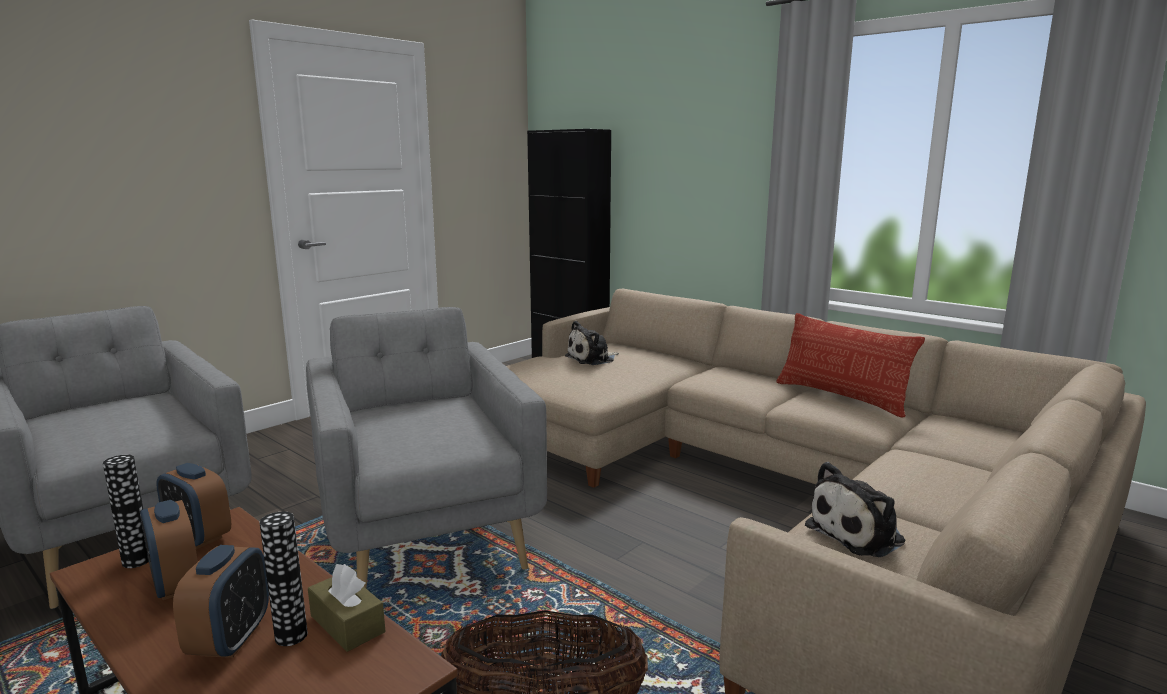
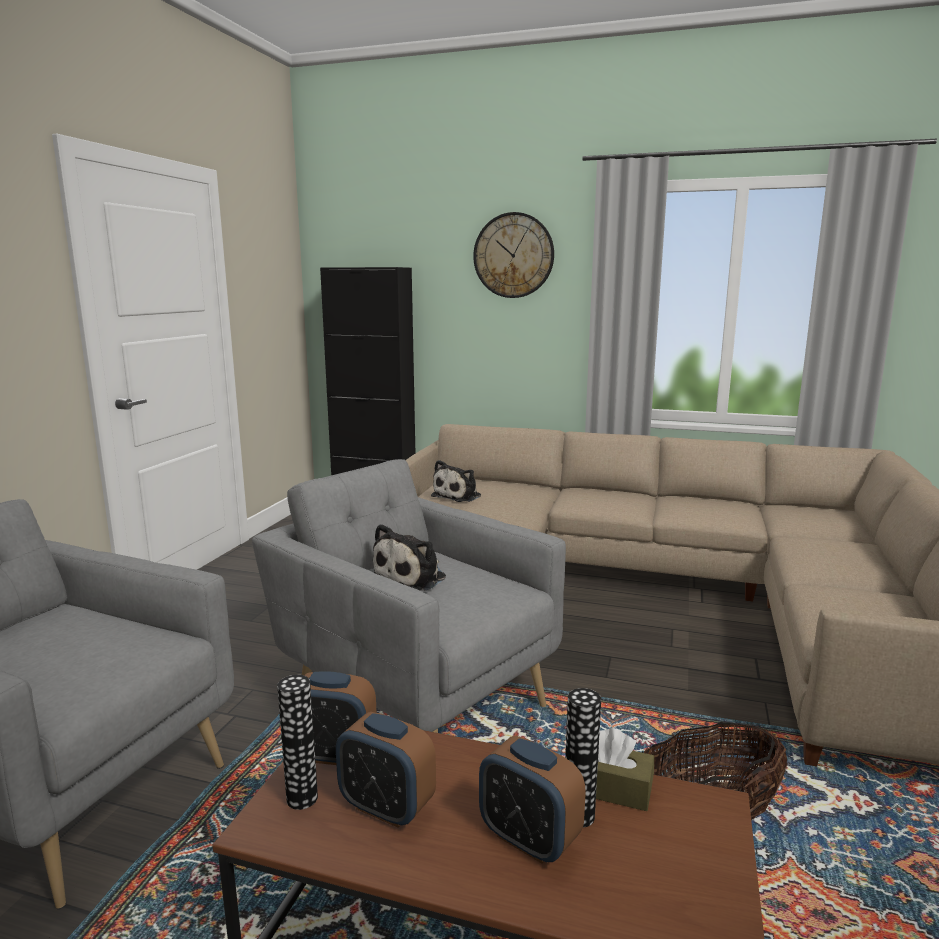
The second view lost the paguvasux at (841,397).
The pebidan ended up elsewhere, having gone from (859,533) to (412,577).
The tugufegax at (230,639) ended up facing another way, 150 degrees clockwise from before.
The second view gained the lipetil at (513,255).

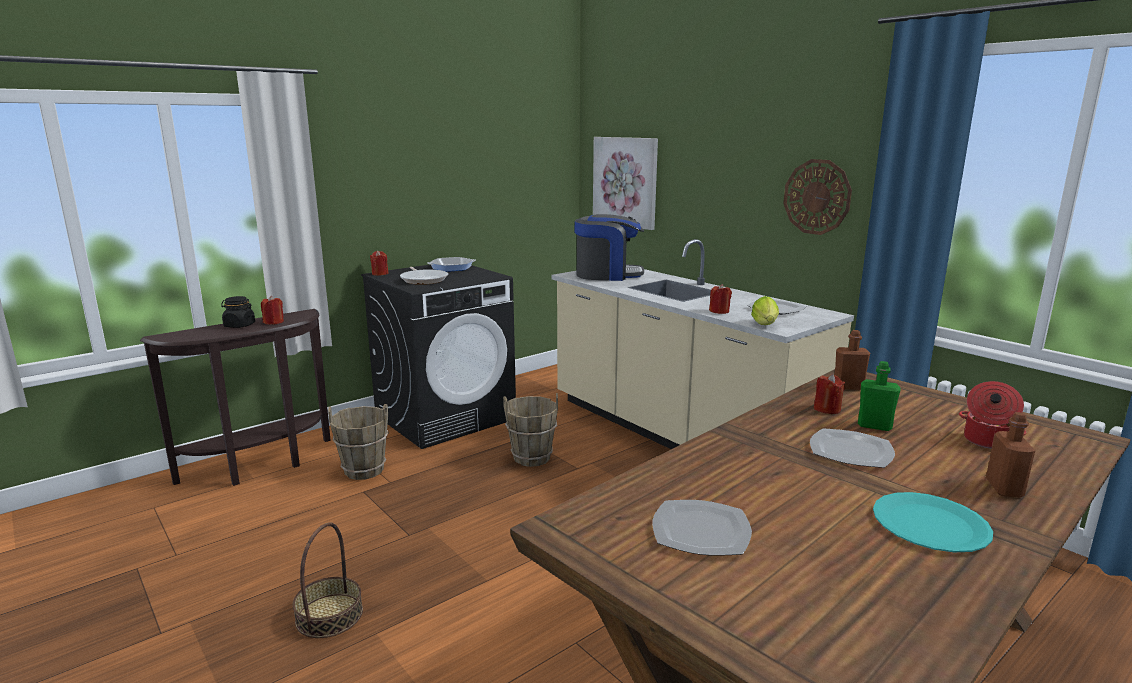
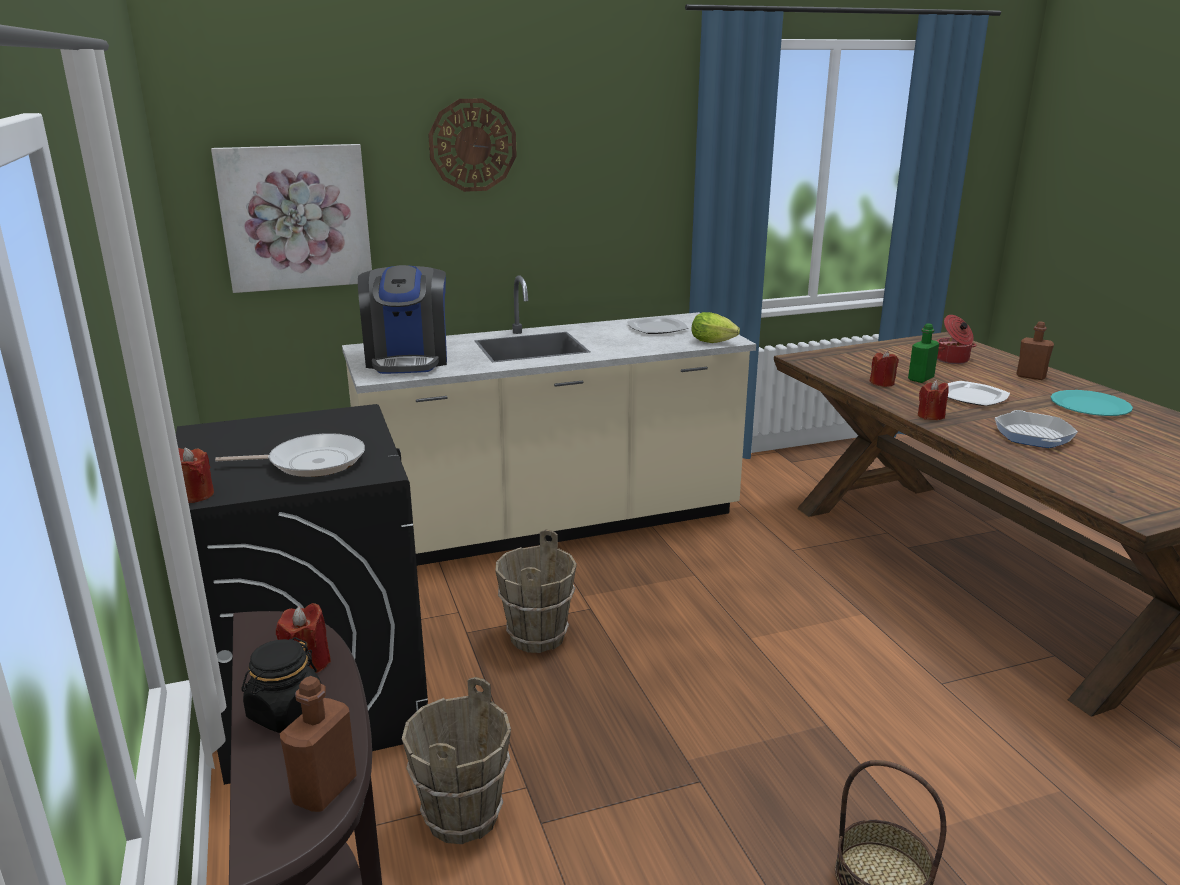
The lipetil ended up elsewhere, having gone from (817,197) to (472,145).
The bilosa at (607,275) ended up facing another way, 150 degrees clockwise from before.
The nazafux ended up elsewhere, having gone from (452,267) to (1033,435).
The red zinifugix ended up elsewhere, having gone from (719,311) to (930,416).
The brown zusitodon ended up elsewhere, having gone from (848,387) to (324,790).
The second view lost the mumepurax at (700,531).

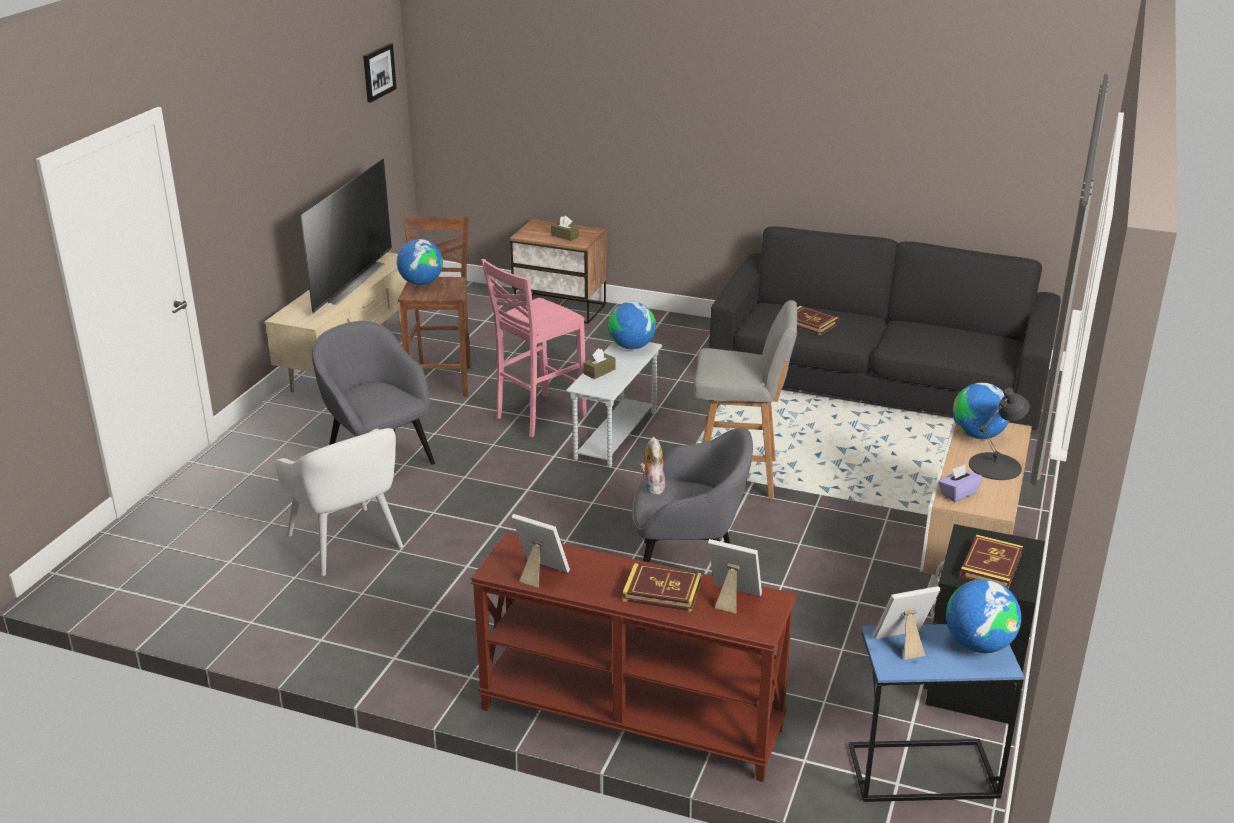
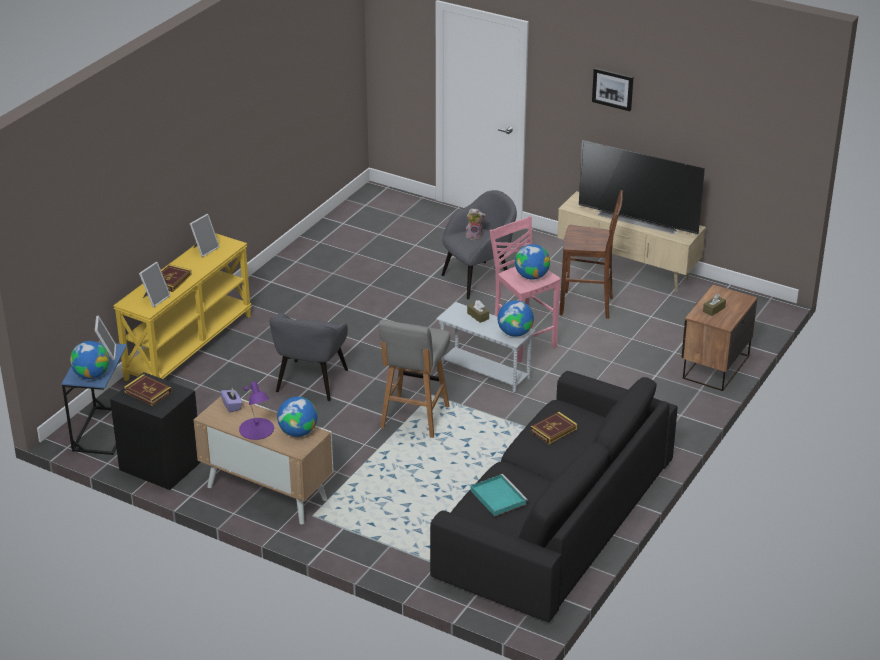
The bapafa ended up elsewhere, having gone from (378,72) to (613,88).
The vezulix ended up elsewhere, having gone from (421,283) to (531,276).
What was the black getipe at (995,466) turned into the purple getipe at (256,429).
The second view lost the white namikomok at (346,542).
The pebidan ended up elsewhere, having gone from (652,487) to (474,236).
What was the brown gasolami at (629,720) turned into the yellow gasolami at (188,346).
The second view gained the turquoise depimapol at (497,496).

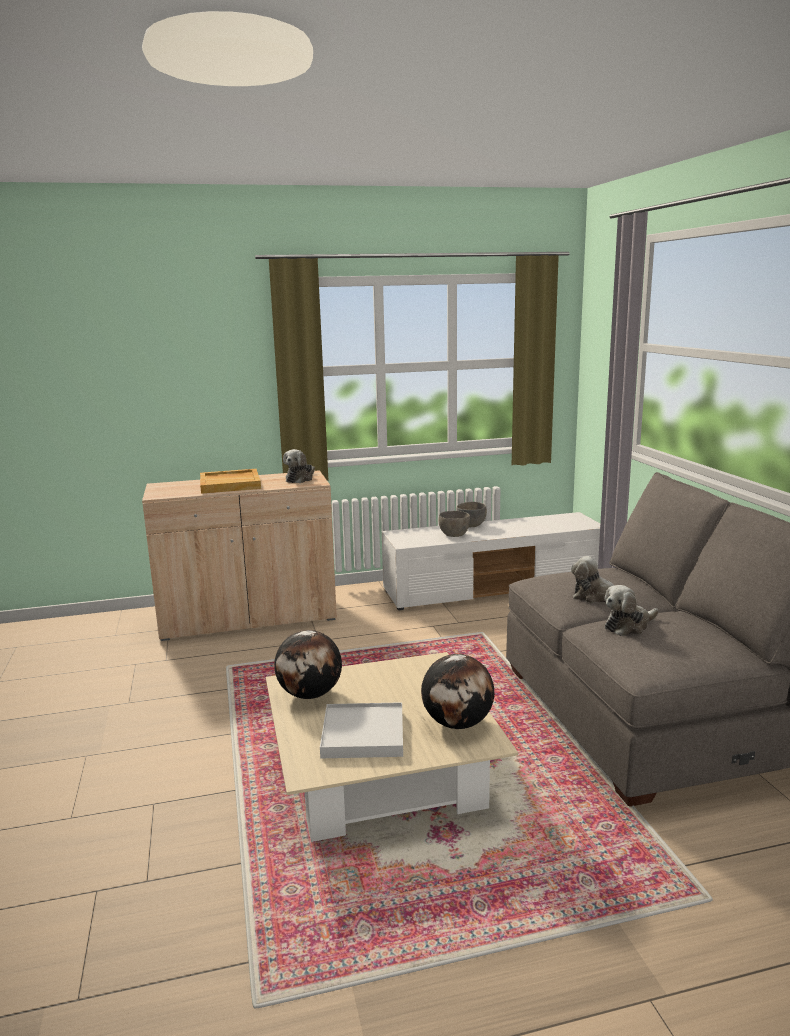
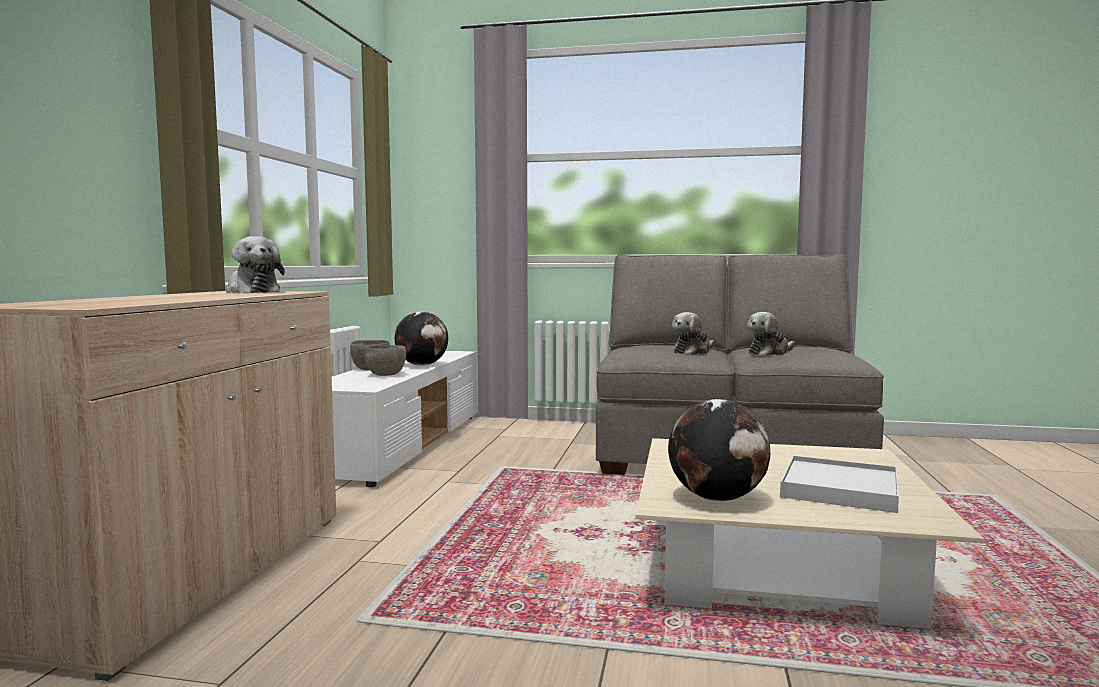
The second view lost the beige depimapol at (230,484).
The pebidan at (628,626) ended up facing another way, 60 degrees clockwise from before.
The vezulix ended up elsewhere, having gone from (458,724) to (422,365).

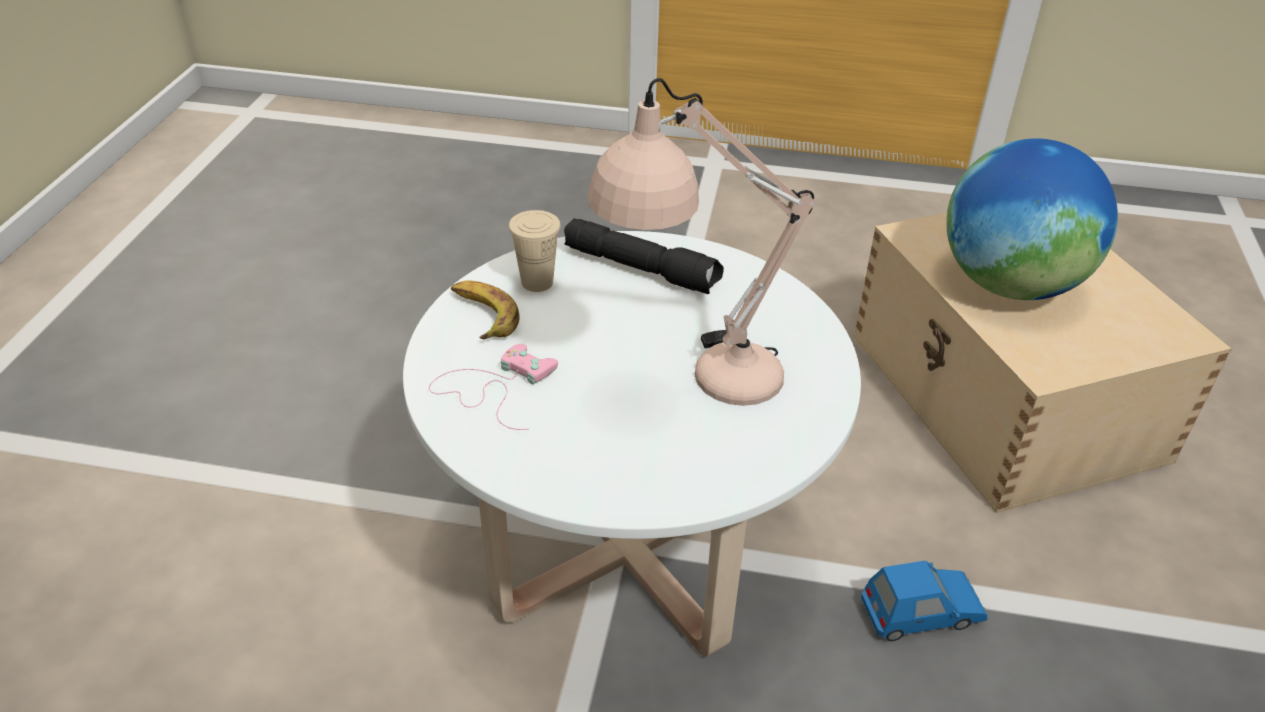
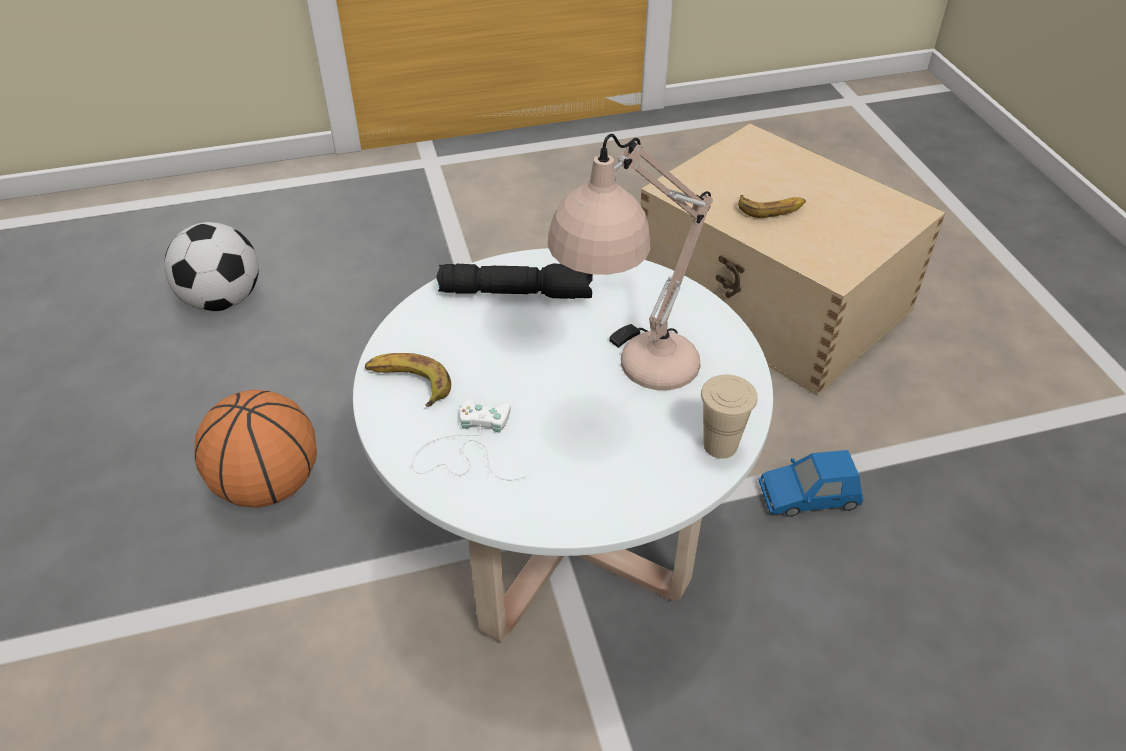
Where the vezulix stood at (1010,285), the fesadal came to stand at (771,209).
The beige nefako ended up elsewhere, having gone from (537,282) to (720,445).
What was the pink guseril at (494,387) turned into the white guseril at (468,448).
The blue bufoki at (921,612) ended up facing another way, 150 degrees counterclockwise from before.
The second view gained the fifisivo at (223,300).
The second view gained the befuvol at (269,485).

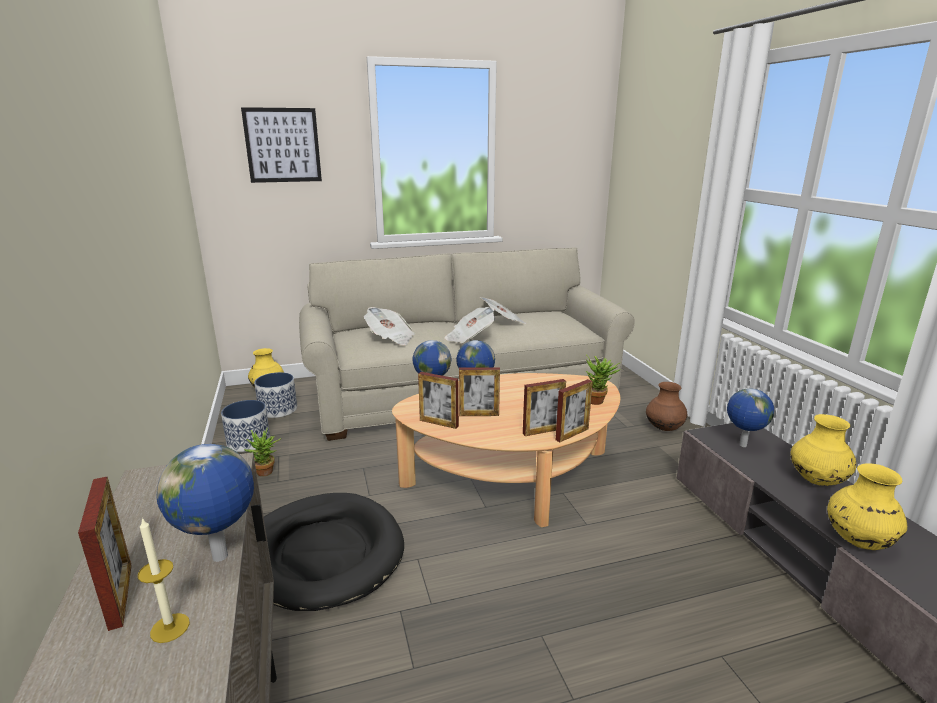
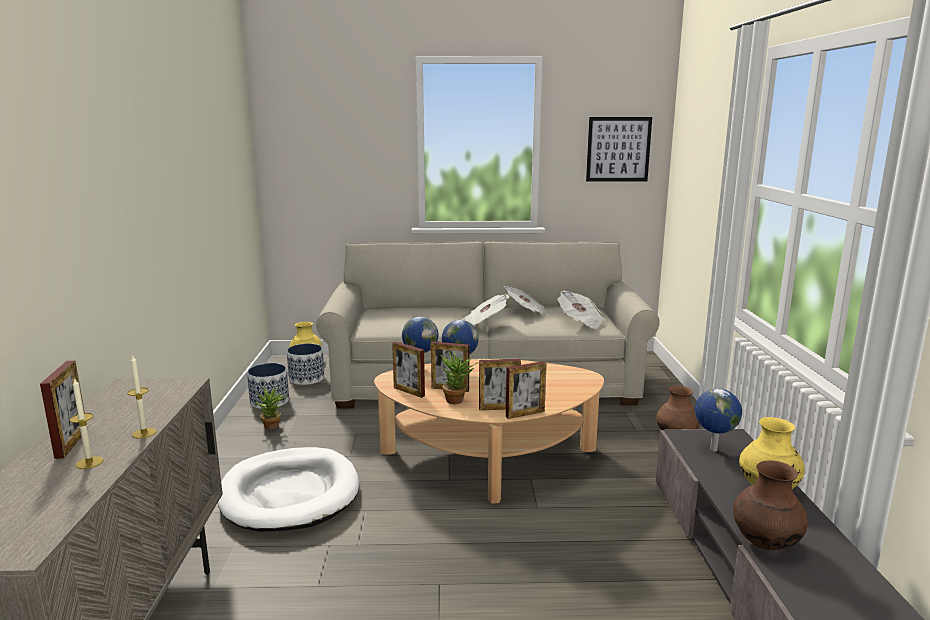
The bapafa ended up elsewhere, having gone from (282,145) to (618,149).
The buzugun ended up elsewhere, having gone from (390,338) to (581,322).
The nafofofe ended up elsewhere, having gone from (598,401) to (458,401).
Where the vezulix stood at (221,557), the zinifugix came to stand at (144,433).
What was the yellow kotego at (858,540) turned into the brown kotego at (765,542).
What was the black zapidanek at (325,553) turned into the white zapidanek at (290,494).

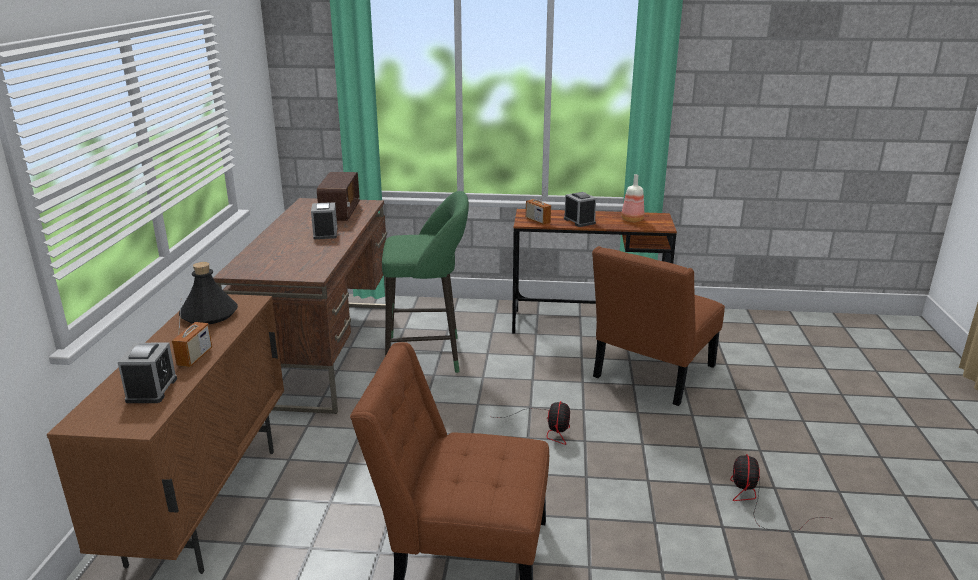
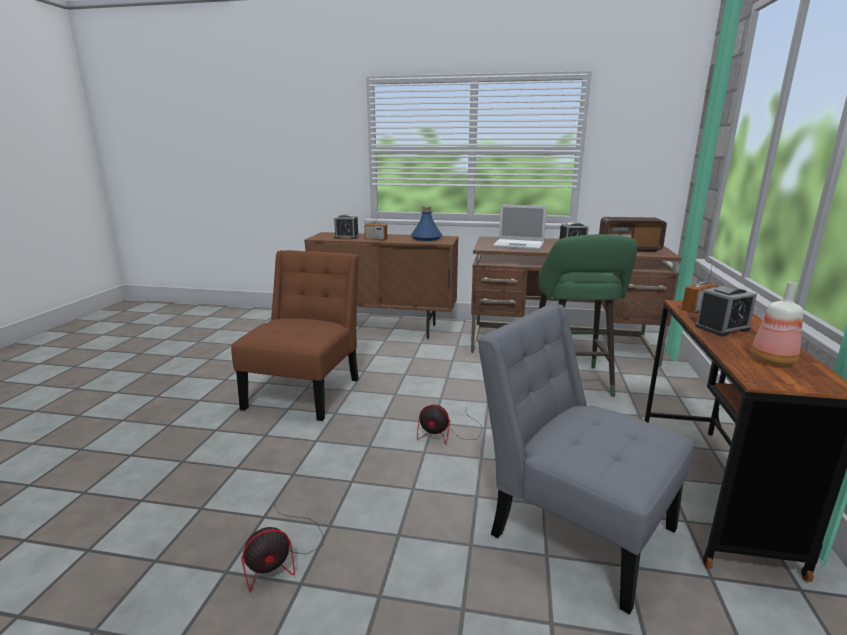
What was the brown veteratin at (650,375) turned into the grey veteratin at (573,525).
What was the black zusitodon at (209,315) turned into the blue zusitodon at (426,238).
The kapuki at (758,503) ended up facing another way, 135 degrees clockwise from before.
The second view gained the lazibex at (519,245).

